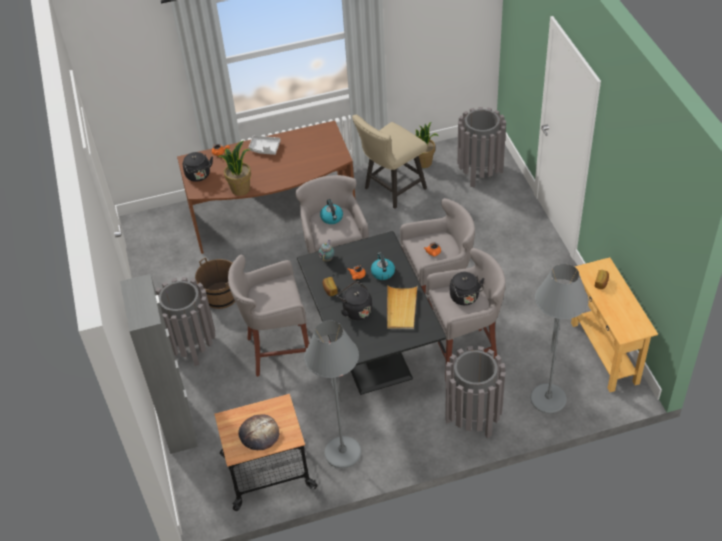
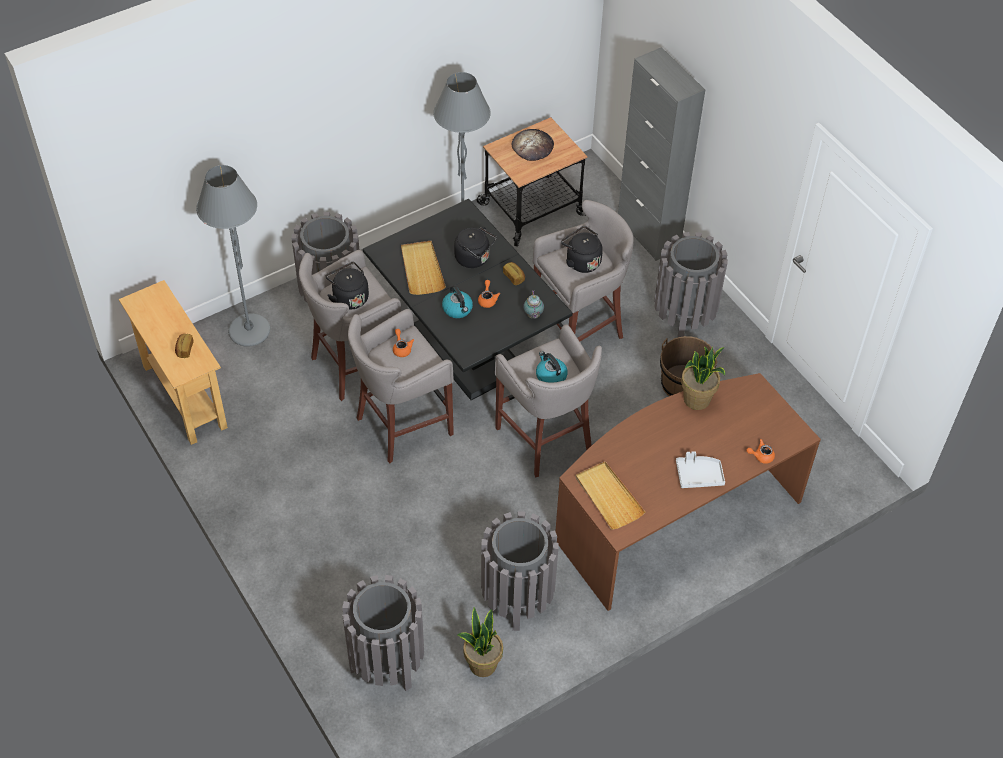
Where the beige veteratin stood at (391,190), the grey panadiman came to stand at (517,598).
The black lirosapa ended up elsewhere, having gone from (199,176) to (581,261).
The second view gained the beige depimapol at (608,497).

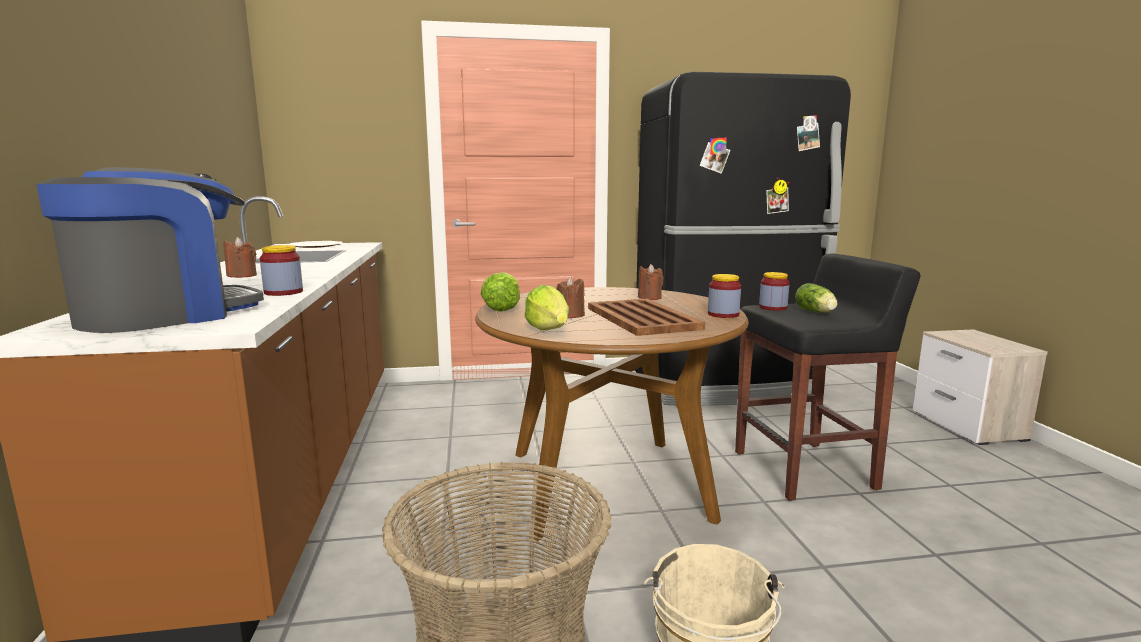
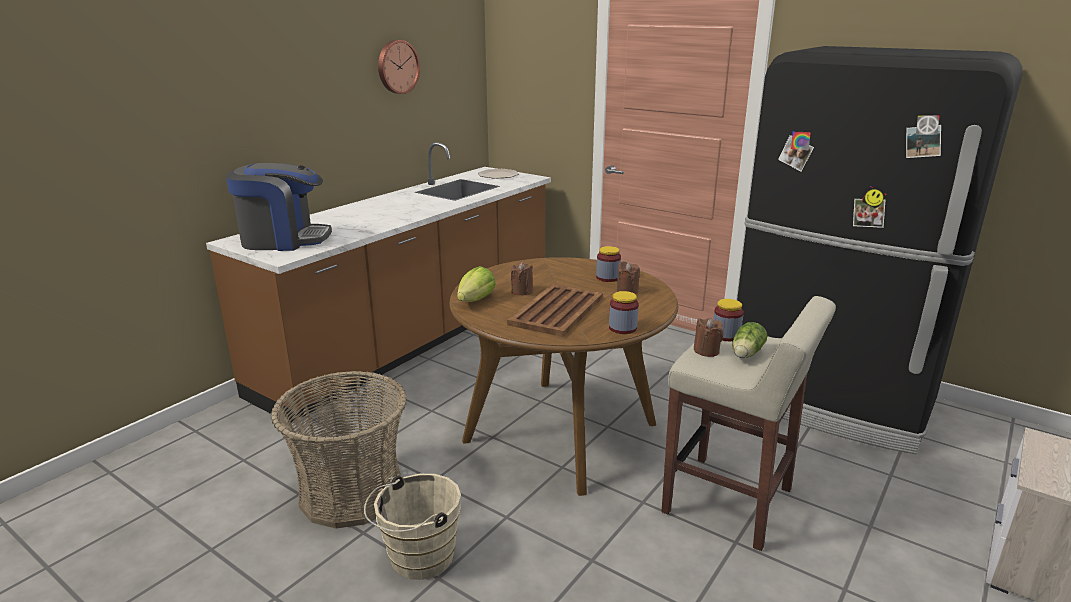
The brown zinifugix ended up elsewhere, having gone from (242,275) to (706,351).
The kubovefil ended up elsewhere, having gone from (283,292) to (608,277).
What was the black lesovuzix at (806,470) turned into the beige lesovuzix at (730,502).
The second view lost the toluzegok at (502,308).
The second view gained the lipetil at (397,67).

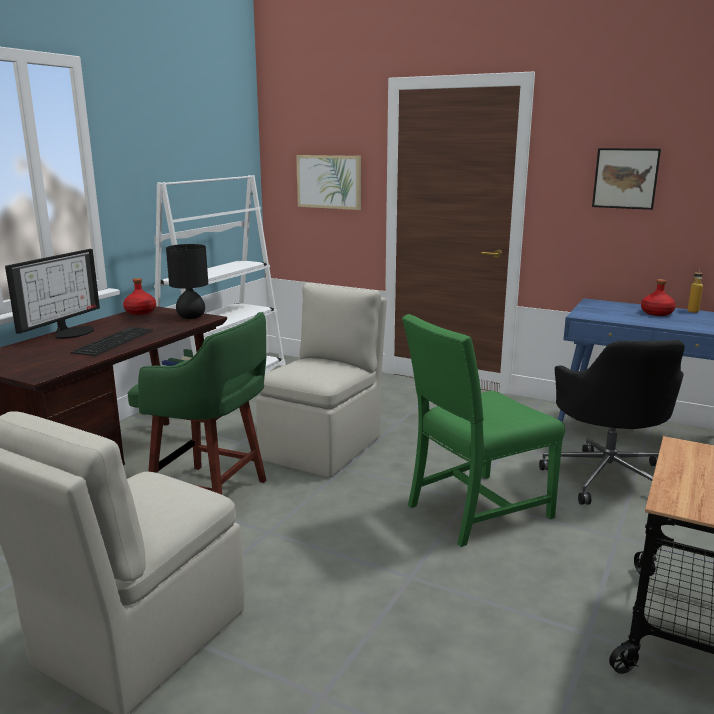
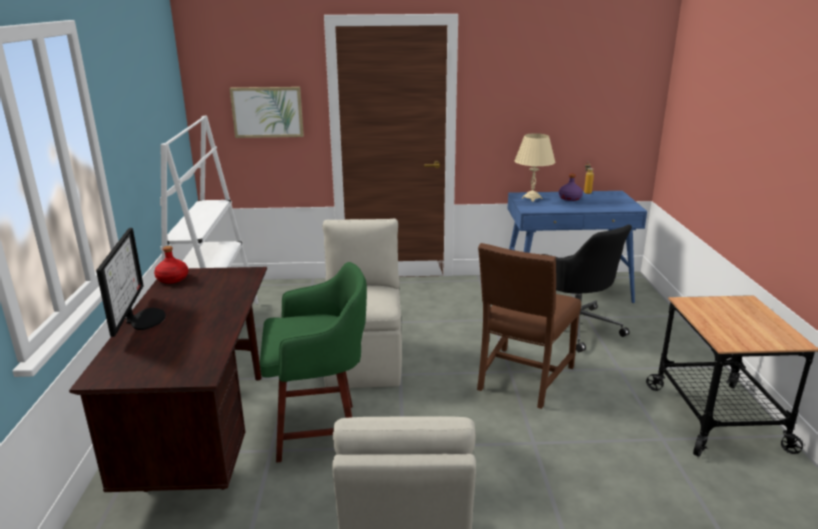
The second view lost the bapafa at (625,178).
The second view lost the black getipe at (191,317).
What was the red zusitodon at (656,313) turned into the purple zusitodon at (569,198).
What was the green veteratin at (474,511) turned into the brown veteratin at (522,379).
The second view lost the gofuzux at (113,340).
The second view gained the beige getipe at (532,198).

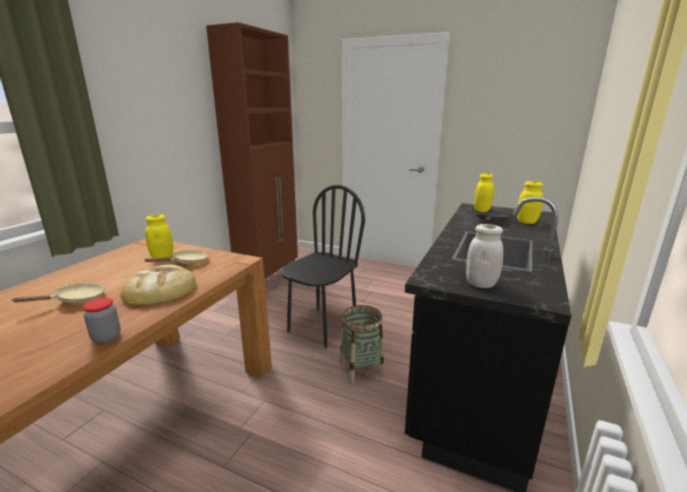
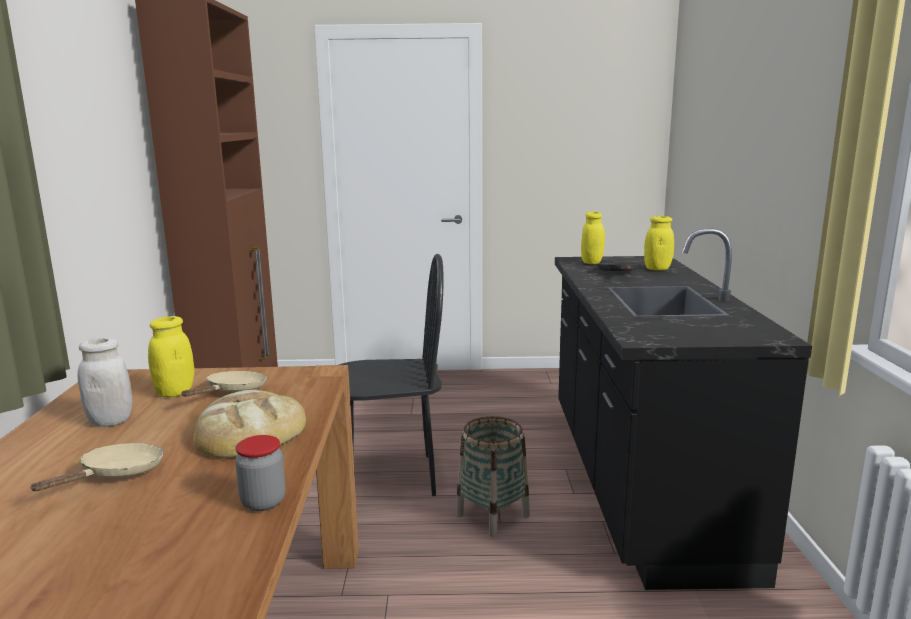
The black veteratin at (322,327) ended up facing another way, 75 degrees clockwise from before.
The white kubovefil ended up elsewhere, having gone from (481,284) to (110,421).

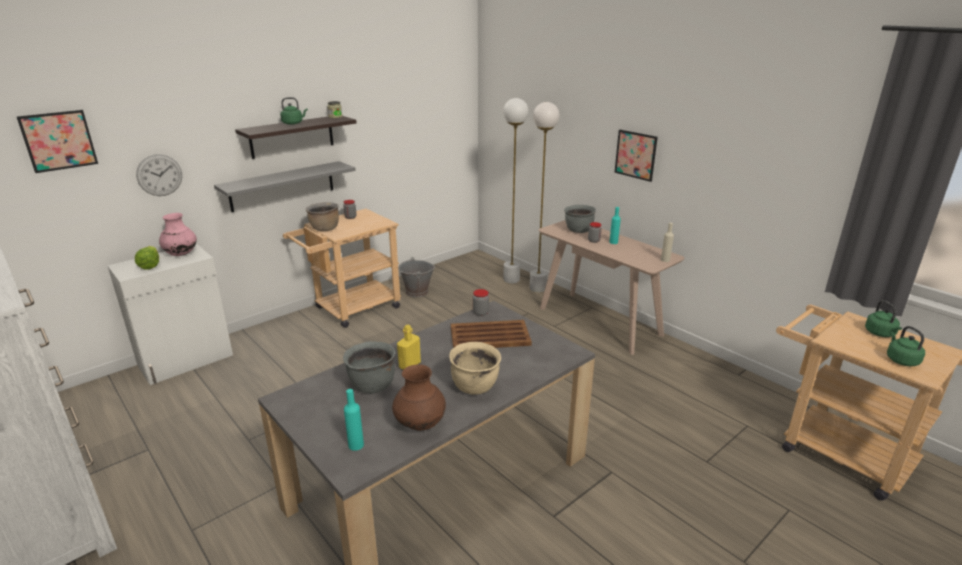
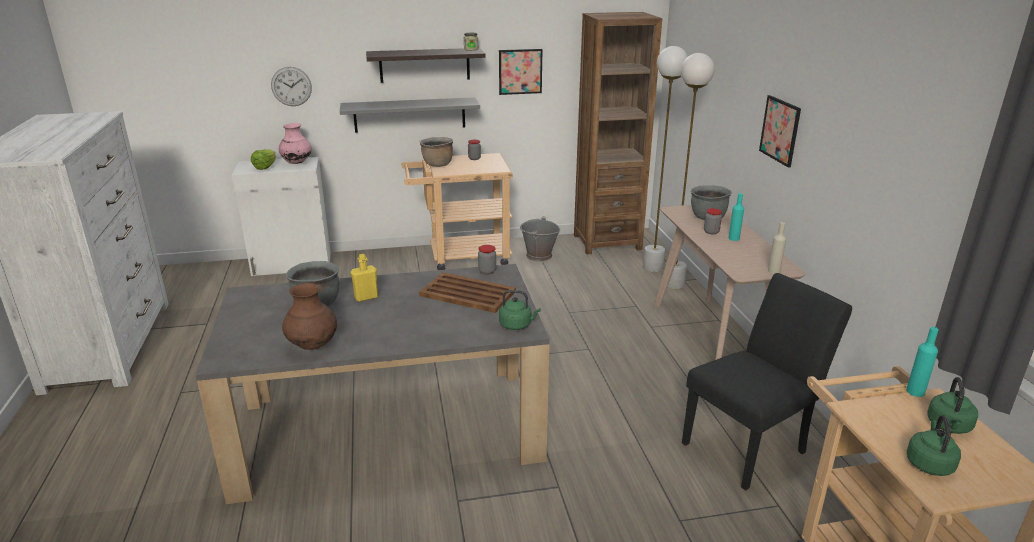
The green lirosapa ended up elsewhere, having gone from (293,123) to (517,325).
The bapafa ended up elsewhere, having gone from (58,141) to (520,71).
The second view lost the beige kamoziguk at (475,386).
The turquoise zusitodon ended up elsewhere, having gone from (356,445) to (915,391).
The second view gained the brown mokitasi at (607,242).
The second view gained the black veteratin at (750,445).

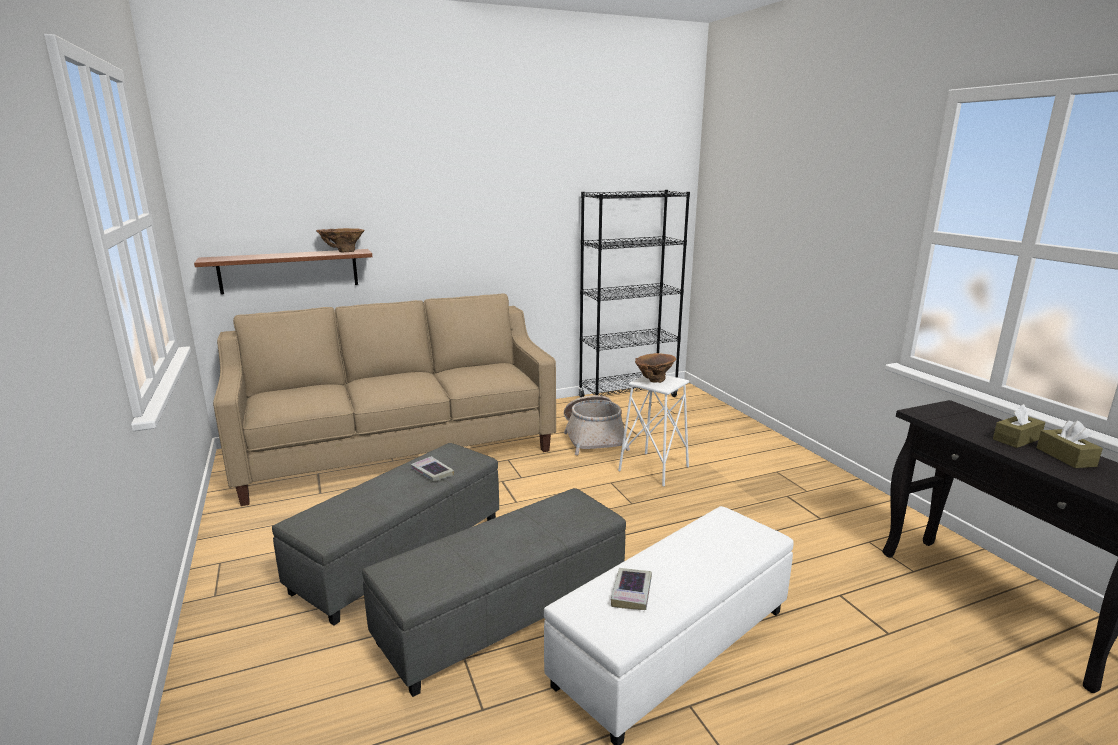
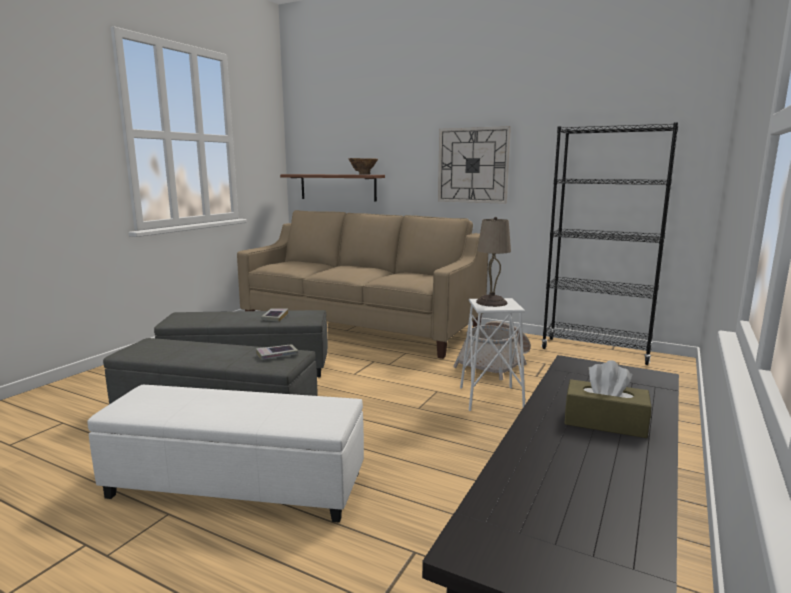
Where the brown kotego stood at (653,381), the beige getipe came to stand at (491,302).
The second view lost the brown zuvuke at (1065,457).
The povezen ended up elsewhere, having gone from (631,592) to (277,355).
The second view gained the lipetil at (473,165).

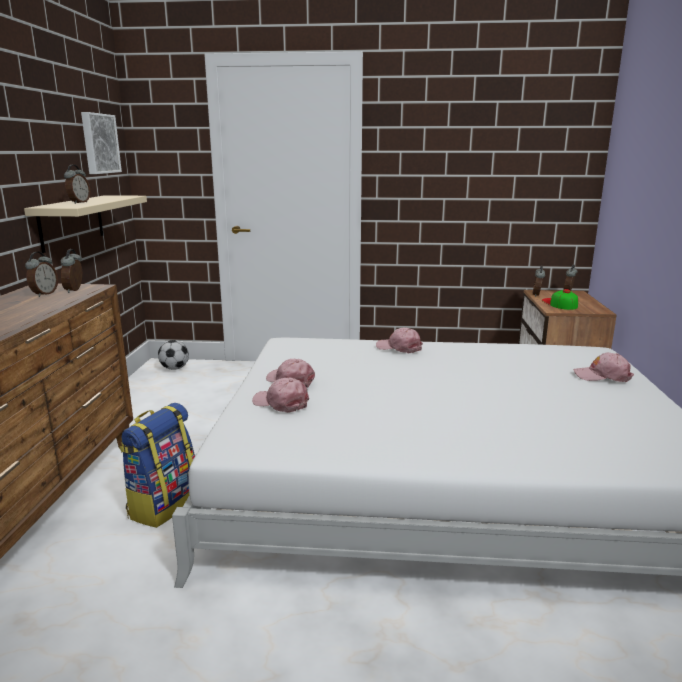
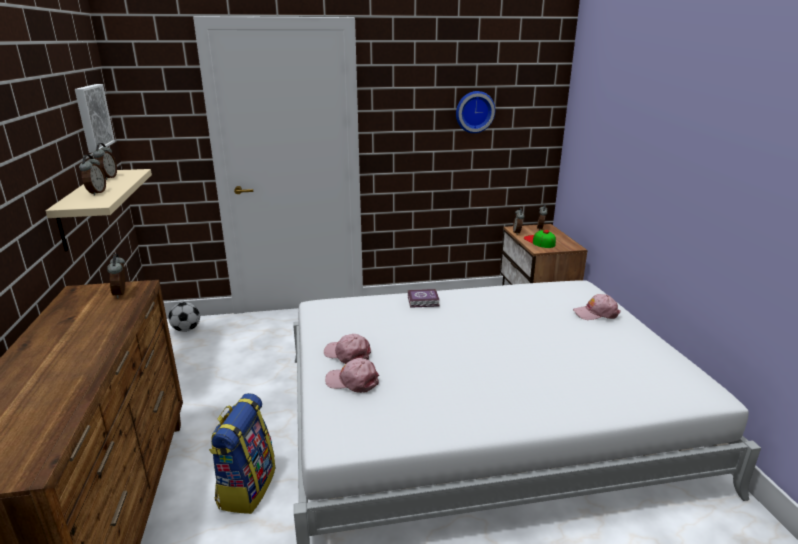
The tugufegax ended up elsewhere, having gone from (44,294) to (108,178).
Where the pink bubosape stood at (399,347), the povezen came to stand at (424,301).
The second view gained the lipetil at (474,111).

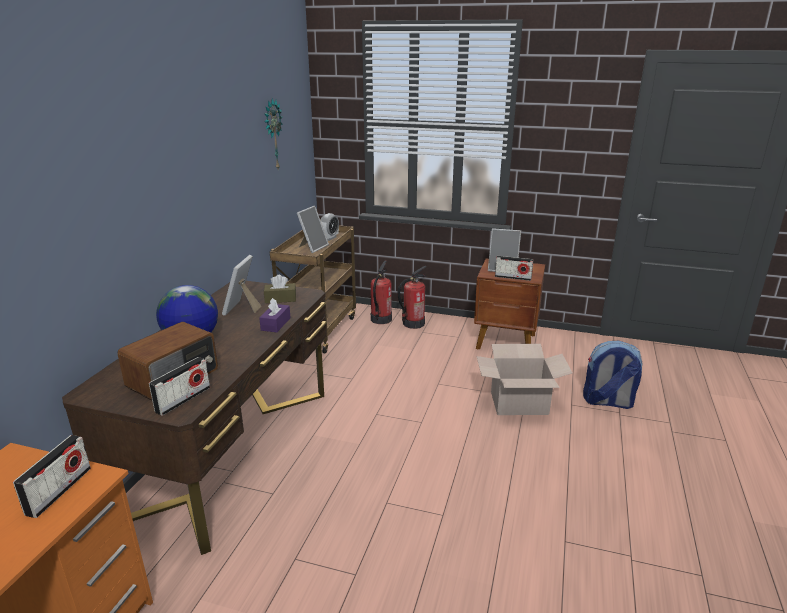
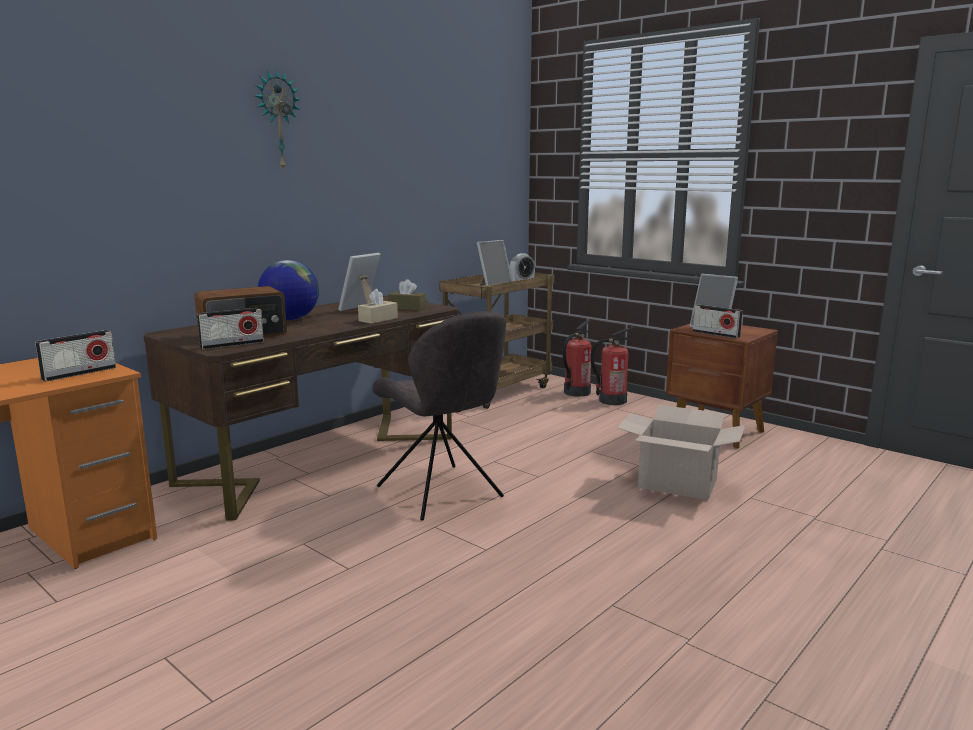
The lipetil ended up elsewhere, having gone from (272,135) to (277,120).
What was the purple zuvuke at (275,324) turned into the beige zuvuke at (378,319).
The second view lost the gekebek at (607,402).
The second view gained the grey veteratin at (441,494).

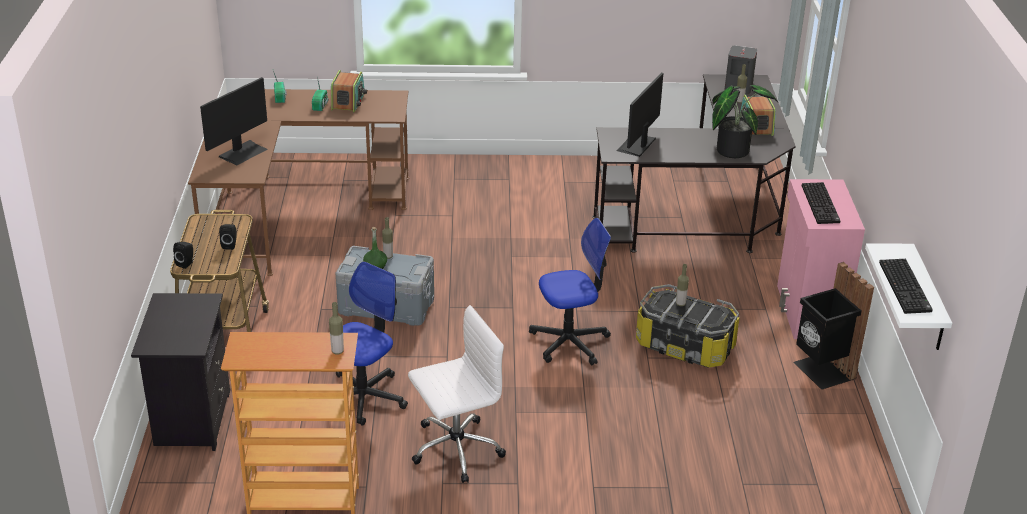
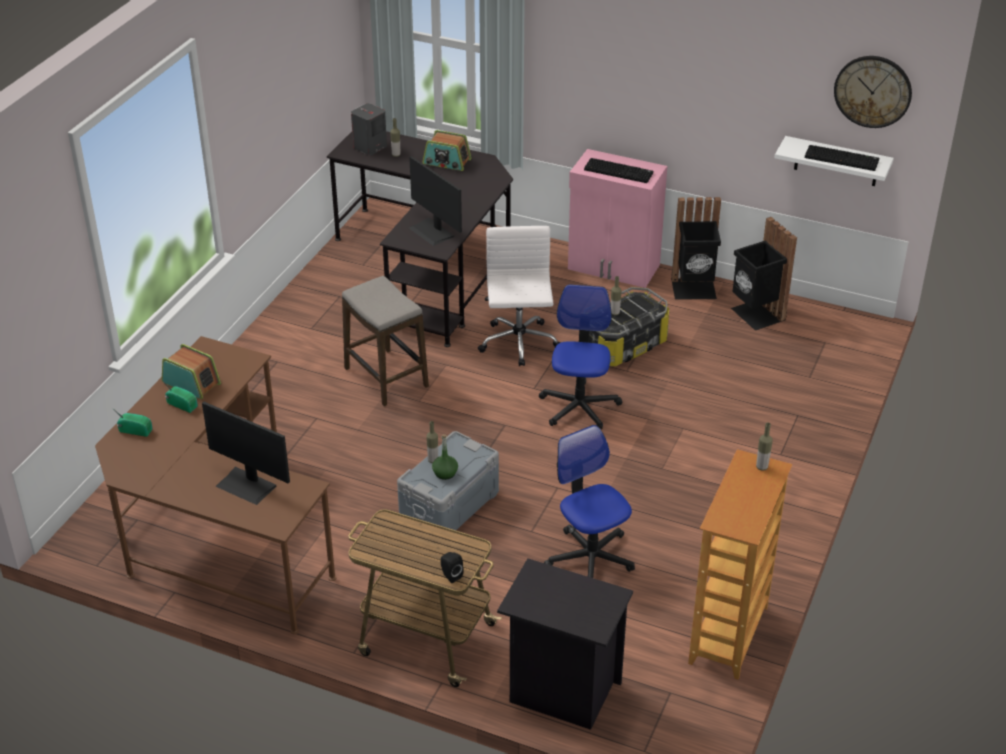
The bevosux at (242,152) ended up facing another way, 150 degrees clockwise from before.
The second view lost the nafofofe at (732,149).
The second view lost the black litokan at (230,245).
The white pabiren ended up elsewhere, having gone from (454,449) to (519,343).
The second view gained the lipetil at (873,91).
The second view gained the black panadiman at (756,315).
The second view gained the lesovuzix at (386,378).

